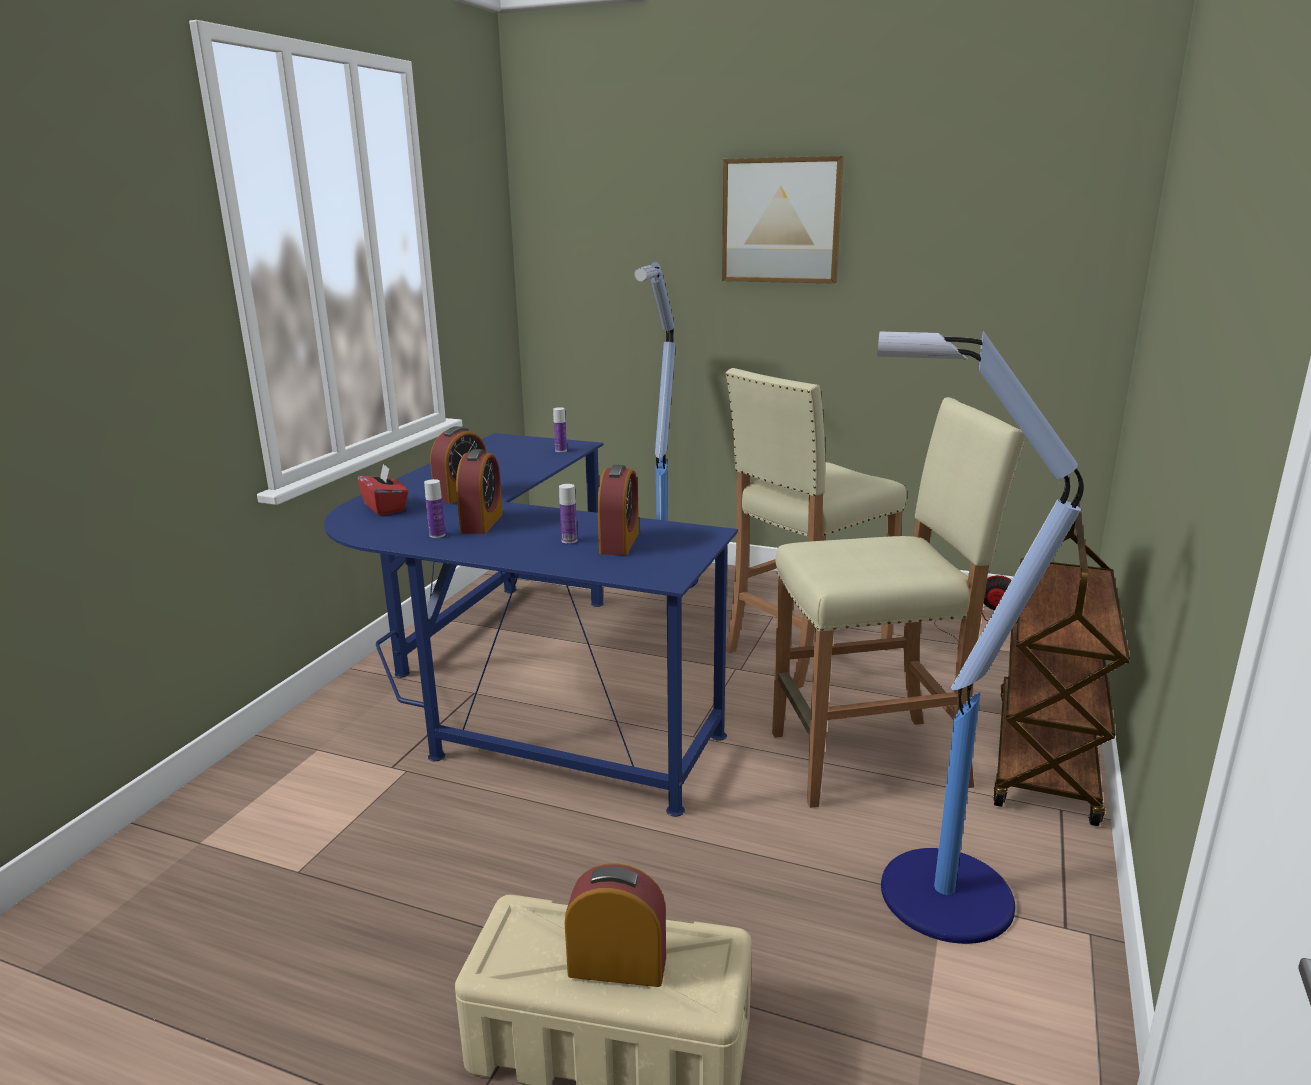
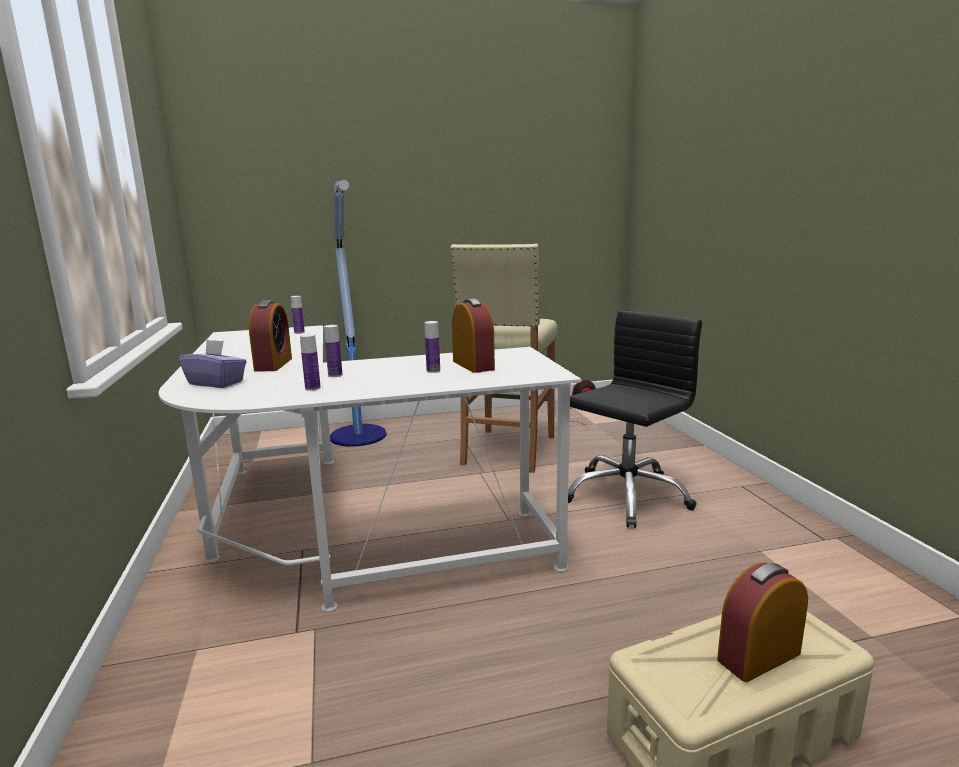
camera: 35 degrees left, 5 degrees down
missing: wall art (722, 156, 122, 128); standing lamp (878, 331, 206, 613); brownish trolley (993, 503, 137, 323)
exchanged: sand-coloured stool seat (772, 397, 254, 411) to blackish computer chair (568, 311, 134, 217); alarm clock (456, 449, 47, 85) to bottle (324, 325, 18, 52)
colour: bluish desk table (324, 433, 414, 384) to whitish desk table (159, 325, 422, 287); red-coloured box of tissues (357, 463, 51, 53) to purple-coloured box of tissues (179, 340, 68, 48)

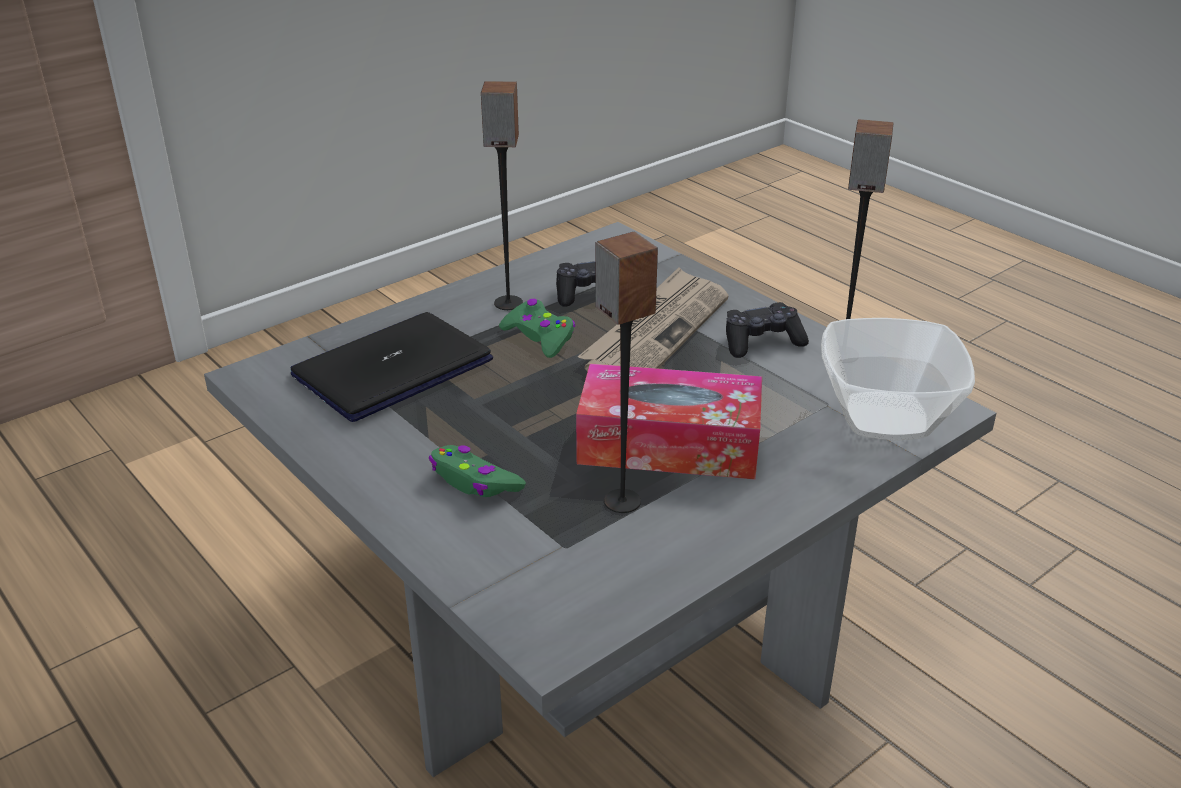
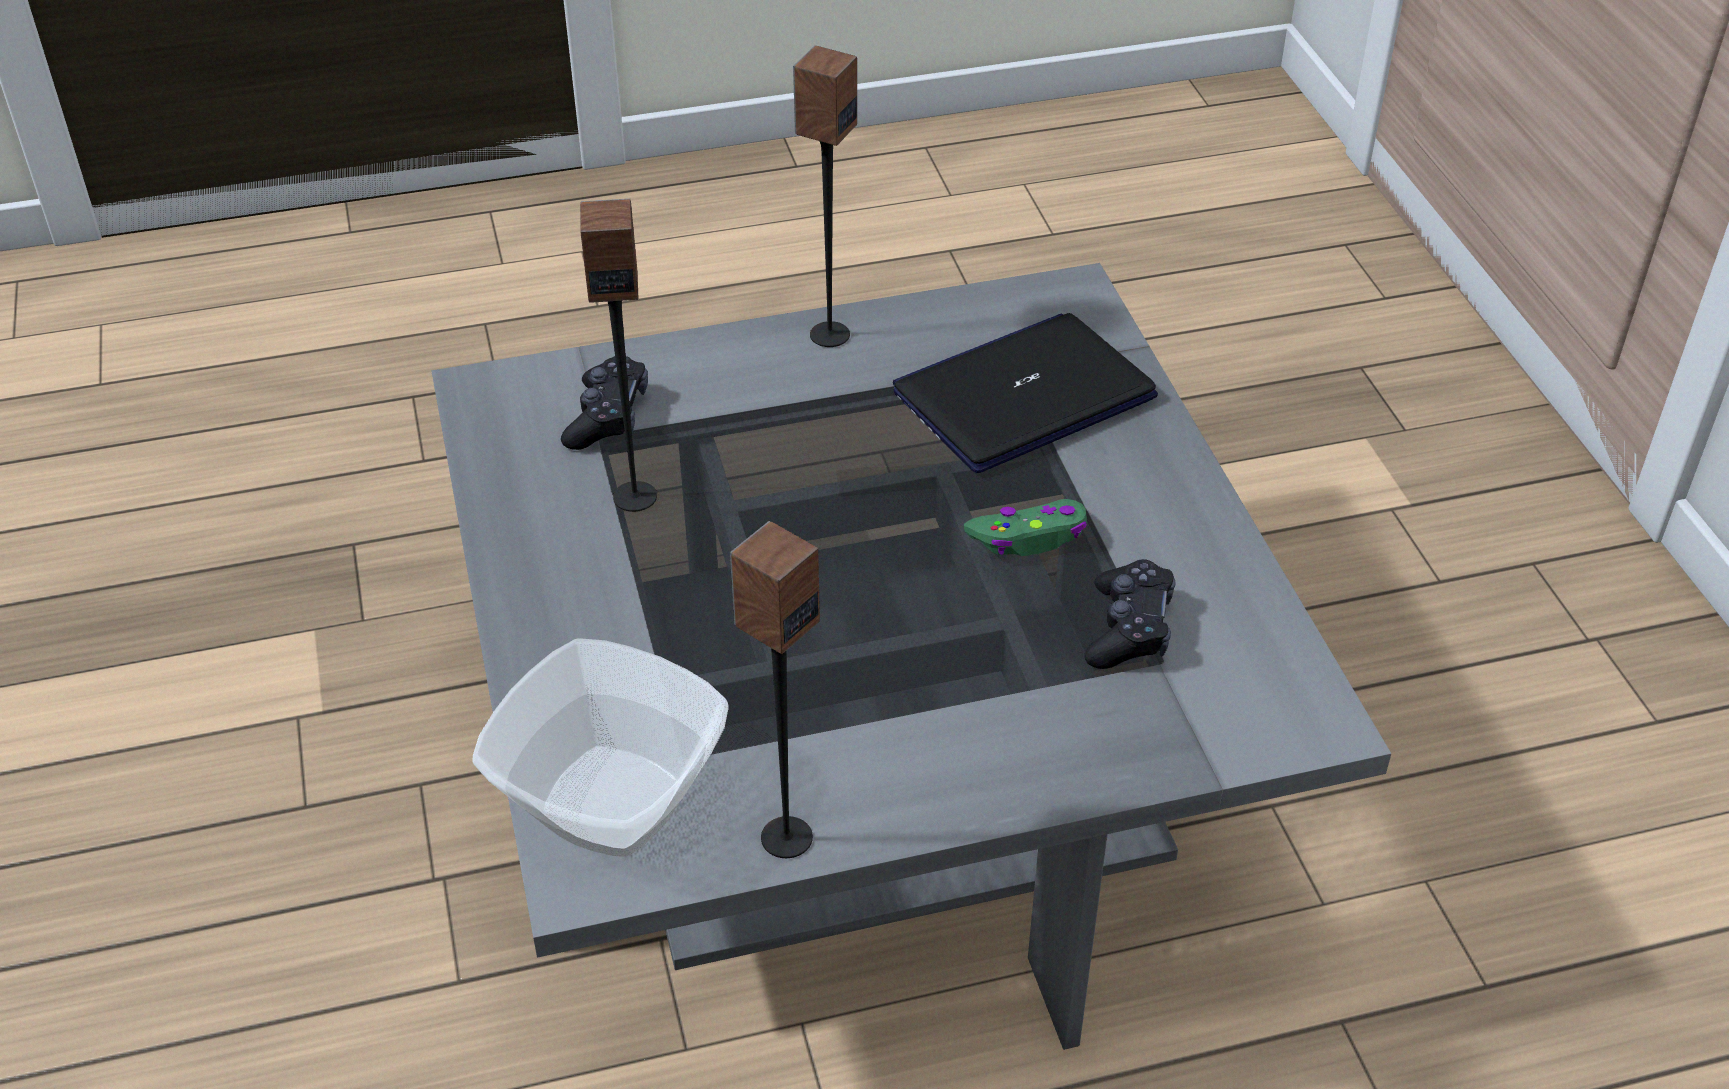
camera: 115 degrees right, 10 degrees up
missing: daily paper (578, 267, 151, 104); box of tissues (576, 363, 186, 117); greenish joypad (429, 445, 97, 52)
relocated: loudspeaker (481, 81, 42, 229) to (793, 46, 64, 301); blackish joypad (726, 302, 83, 56) to (561, 356, 87, 94)
spun: notebook computer (291, 312, 202, 110) = (893, 313, 265, 160) 105 degrees counterclockwise

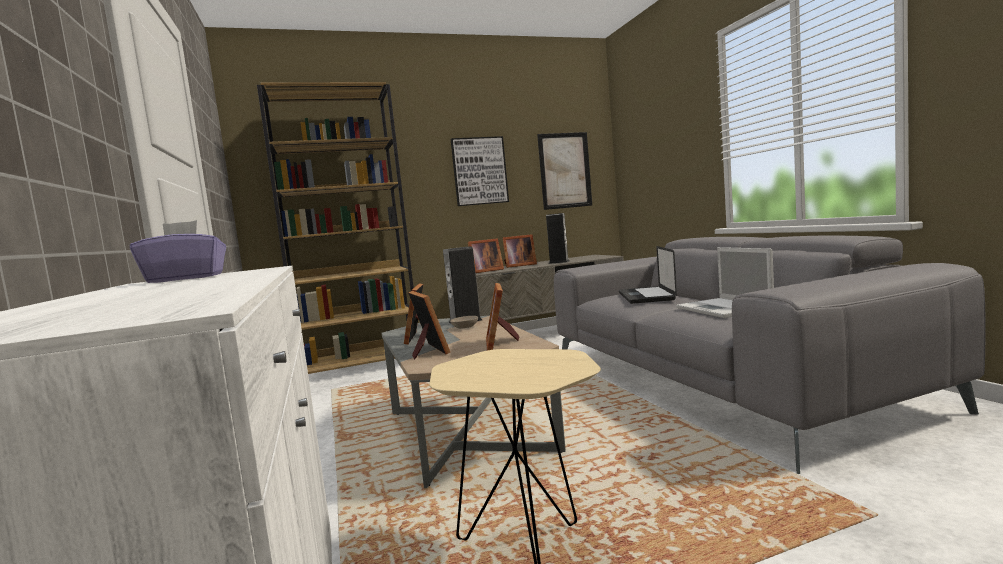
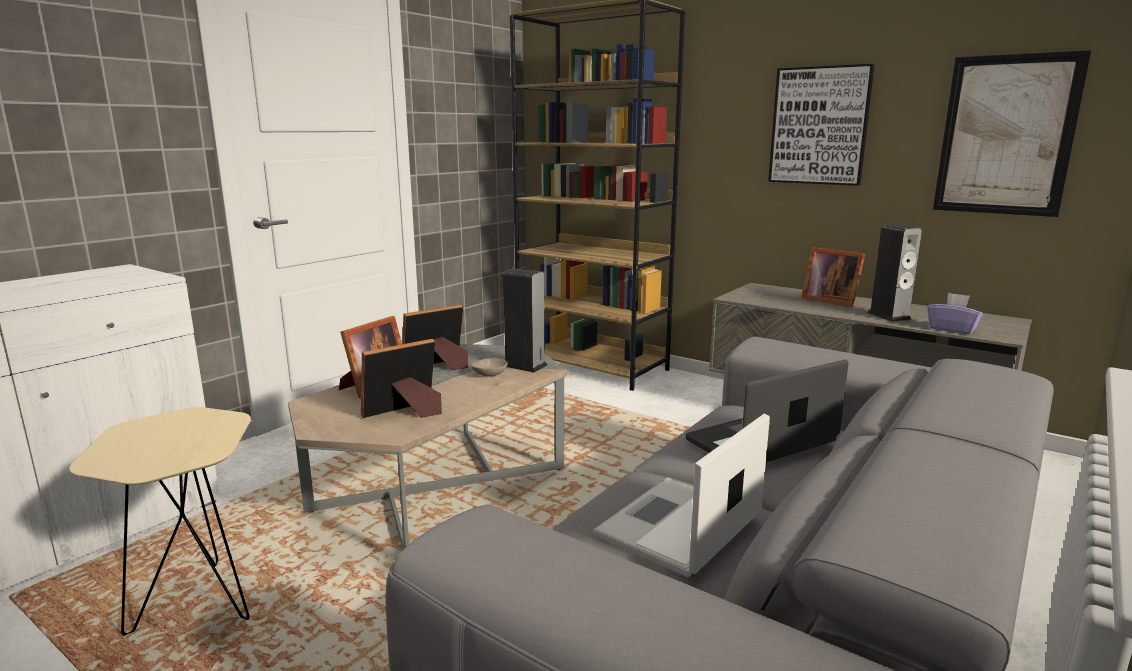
camera: 55 degrees right, 10 degrees up
missing: photo frame (468, 238, 36, 35)
relocated: purple-coloured box of tissues (130, 220, 97, 63) to (927, 293, 56, 42)

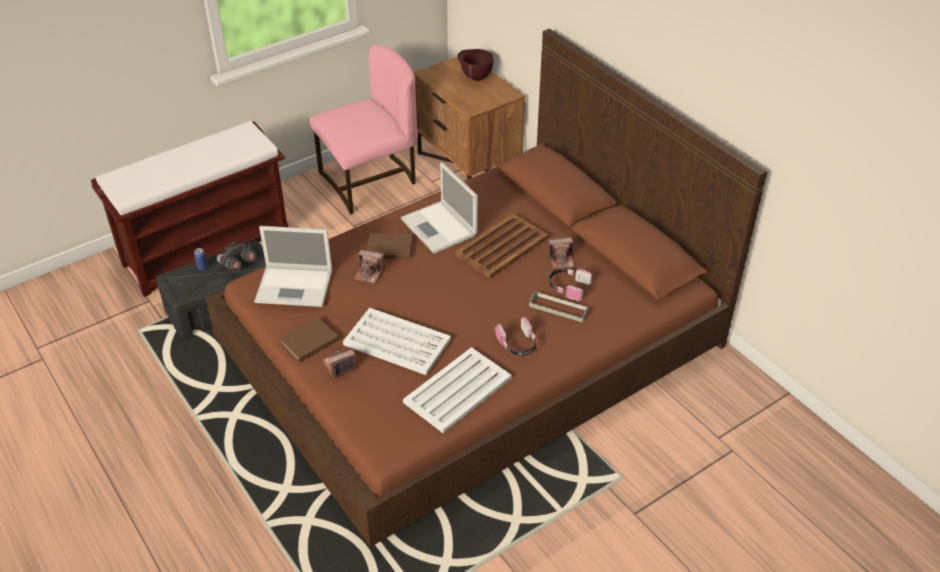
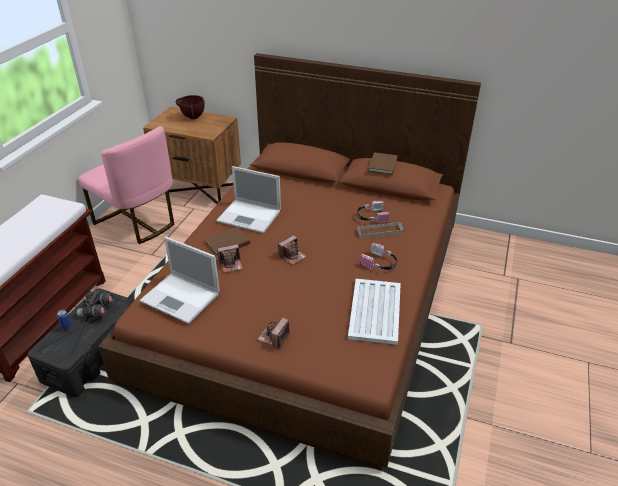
camera: 35 degrees left, 5 degrees down
missing: brownish tray (455, 213, 94, 65); whitish tray (343, 308, 108, 67)
relocated: photo camera (547, 236, 28, 33) to (278, 235, 29, 30); brownish book (279, 317, 60, 45) to (369, 152, 29, 23)
spun: pink-coloured upright chair (310, 45, 108, 169) = (78, 126, 96, 118) 105 degrees clockwise; notebook computer (254, 226, 78, 81) = (140, 237, 80, 87) 60 degrees clockwise

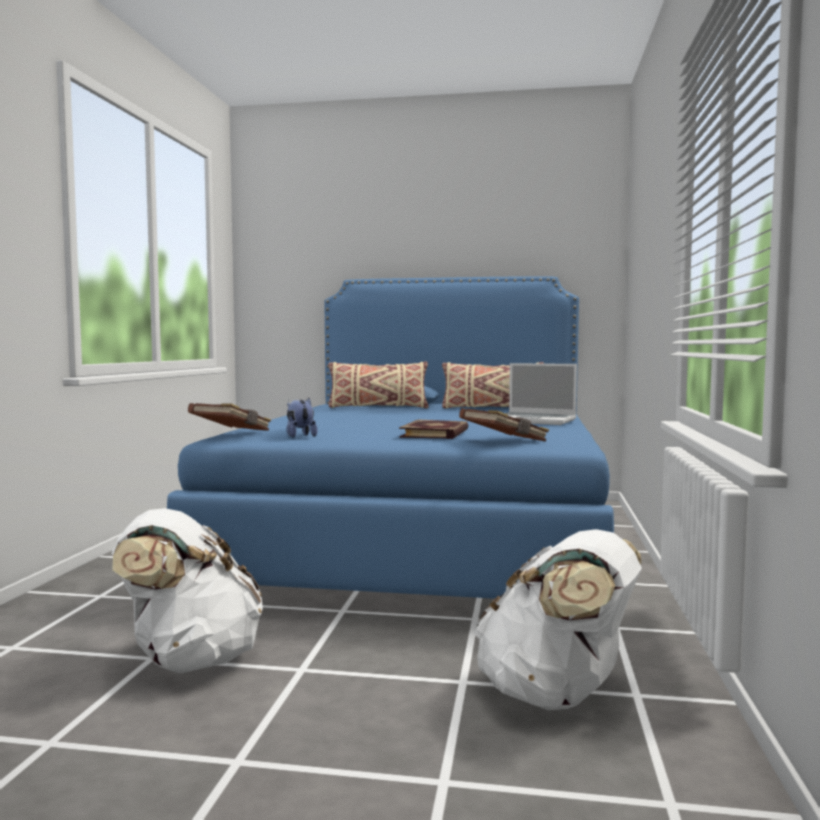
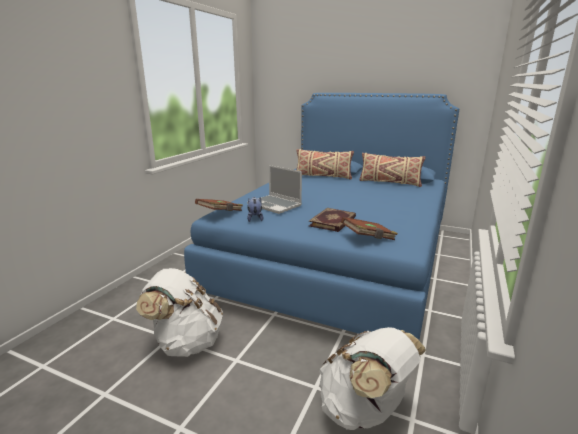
camera: 15 degrees right, 15 degrees up
relocated: notebook computer (505, 363, 72, 62) to (247, 165, 55, 49)

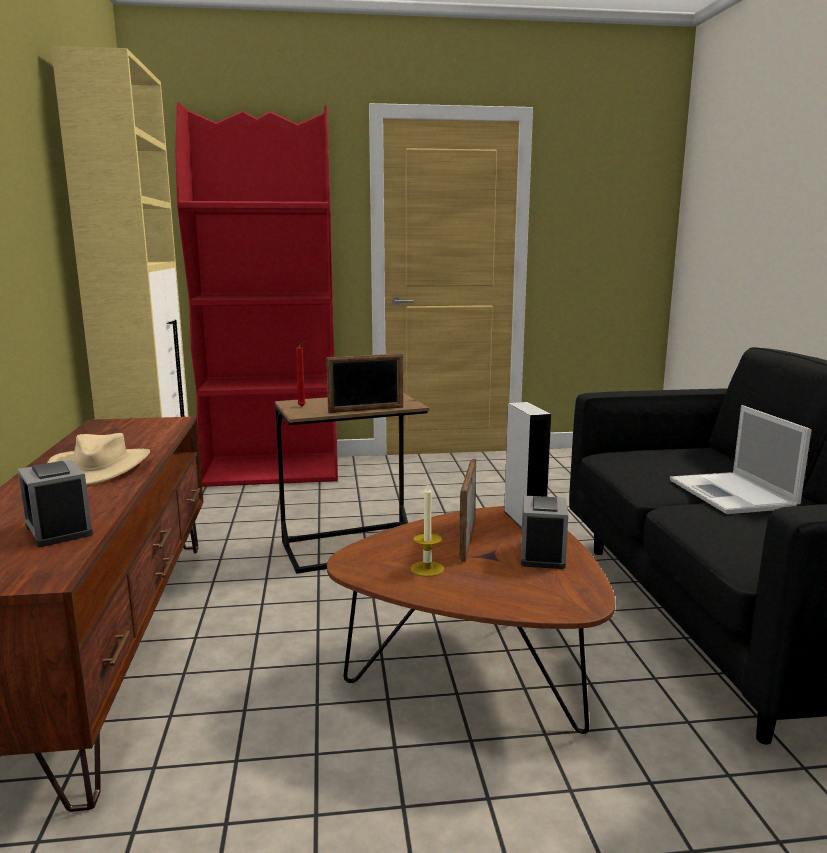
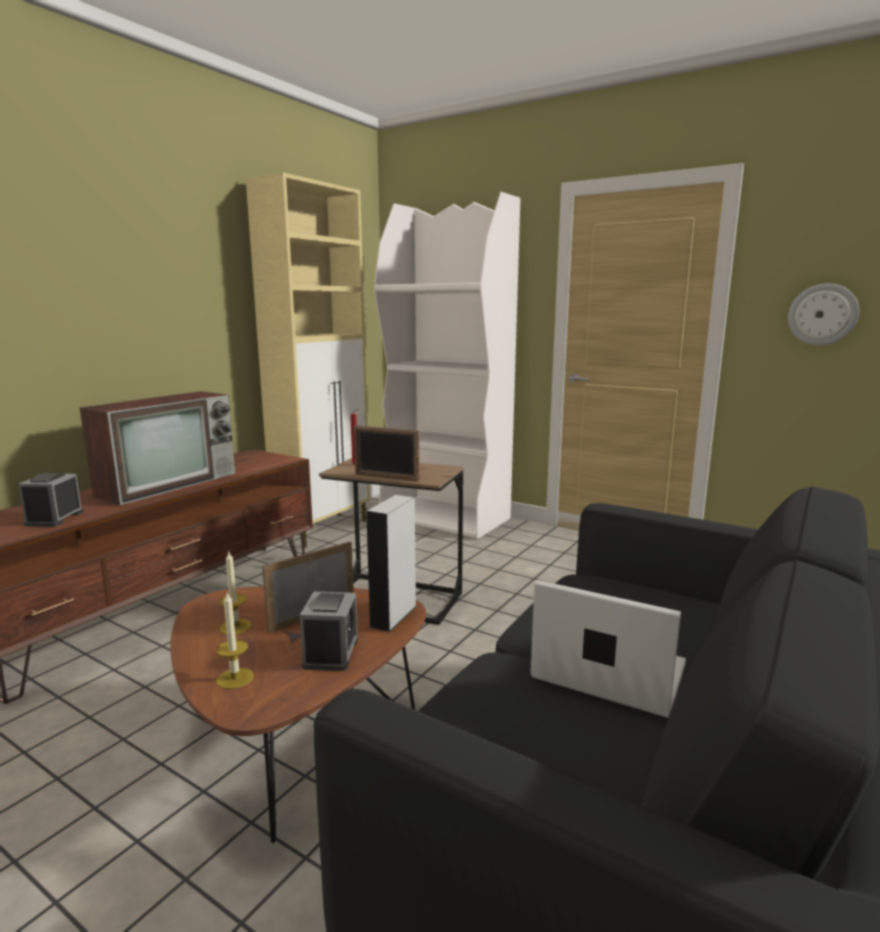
camera: 40 degrees right, 0 degrees up
appeared: clock on the wall (788, 283, 71, 63); wax candle (216, 593, 37, 96)
exchanged: sand-coloured hat (47, 433, 103, 52) to TV (80, 391, 155, 114)
colour: red-coloured bookcase (175, 102, 163, 385) to whitish bookcase (374, 192, 146, 347)
spun: notebook computer (670, 405, 141, 109) = (531, 580, 155, 138) 90 degrees clockwise; alarm clock (521, 495, 47, 74) = (300, 591, 58, 80) 135 degrees clockwise

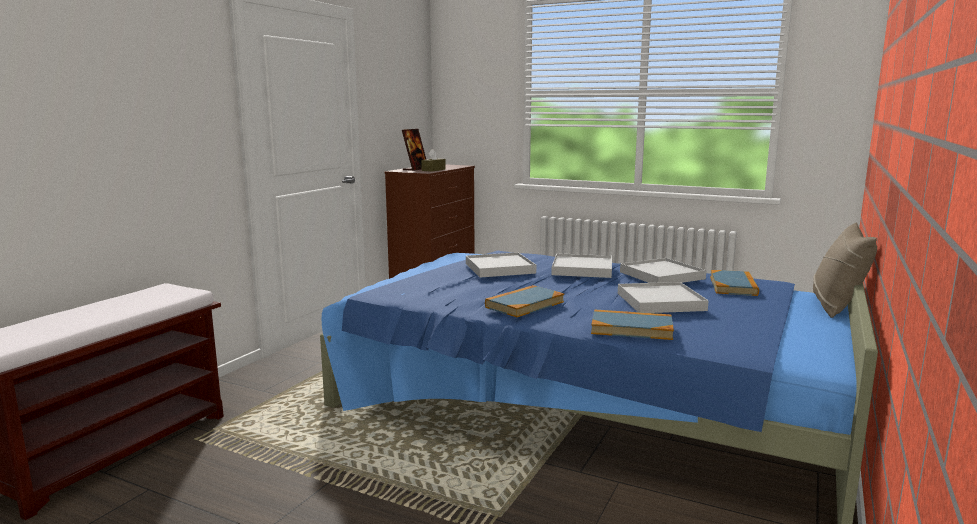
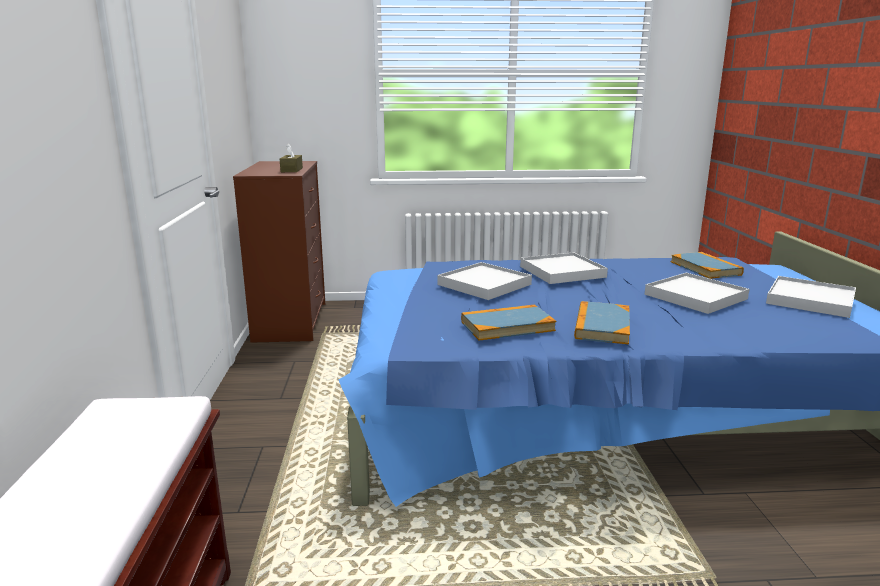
camera: 30 degrees left, 5 degrees up
missing: photo frame (402, 129, 24, 42); sand-coloured cushion (813, 223, 64, 95)
relocated: whitish tray (620, 258, 86, 25) to (766, 276, 90, 42); book (591, 309, 83, 31) to (461, 305, 95, 36)

